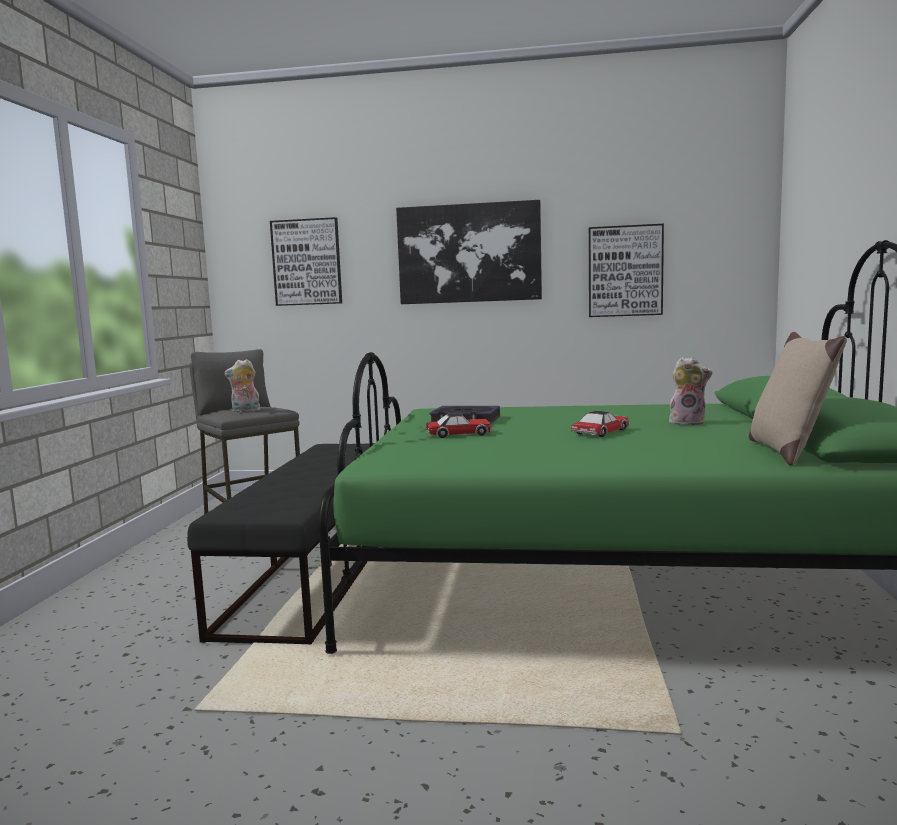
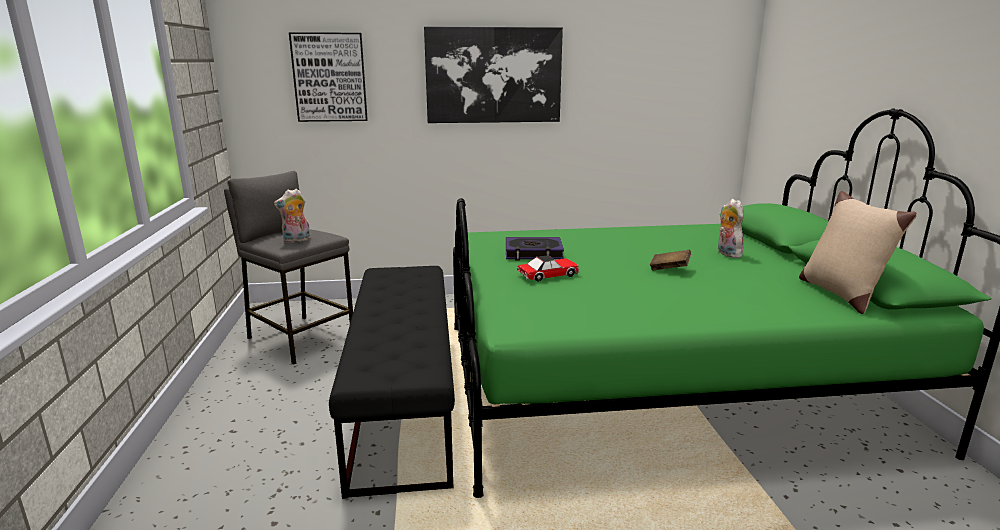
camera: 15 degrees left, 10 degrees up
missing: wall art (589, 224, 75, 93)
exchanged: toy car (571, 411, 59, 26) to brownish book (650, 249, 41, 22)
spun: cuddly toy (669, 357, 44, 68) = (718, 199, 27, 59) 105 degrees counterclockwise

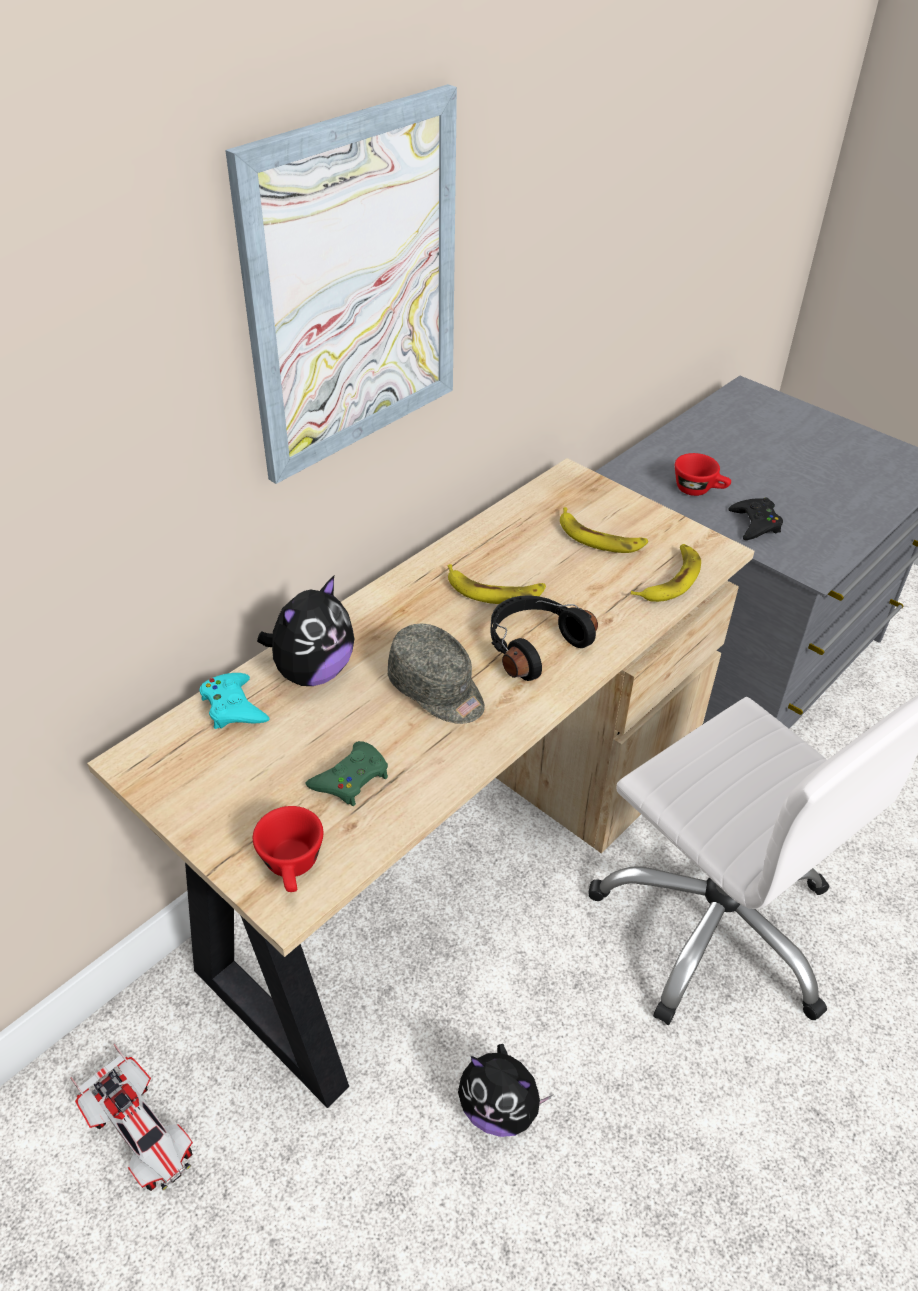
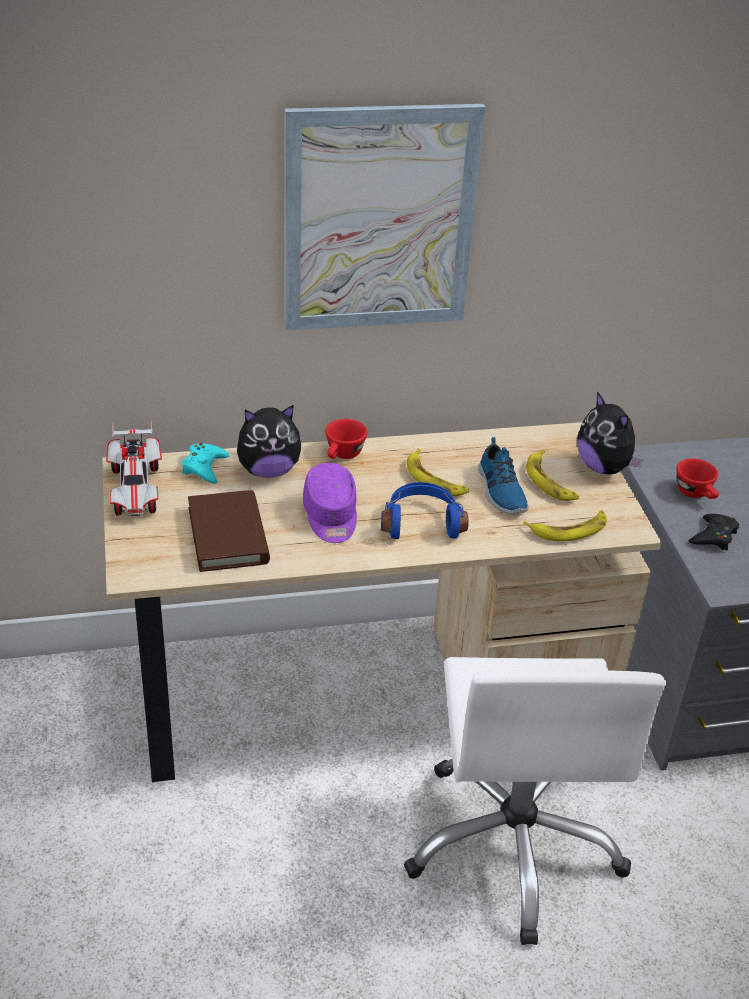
camera: 35 degrees right, 5 degrees down
appeared: low shoe (478, 437, 51, 77)
relocated: red-coloured small cup (253, 806, 70, 86) to (325, 419, 42, 40); toy car (71, 1044, 122, 147) to (106, 421, 56, 96); cuddly toy (458, 1044, 94, 93) to (577, 391, 67, 84)
exchanged: greenish joypad (305, 741, 83, 65) to brownish book (188, 490, 82, 82)
colour: blackish pair of headphones (490, 595, 108, 86) to bluish pair of headphones (381, 482, 88, 57); gray peaked cap (388, 624, 97, 100) to purple-coloured peaked cap (303, 463, 54, 80)

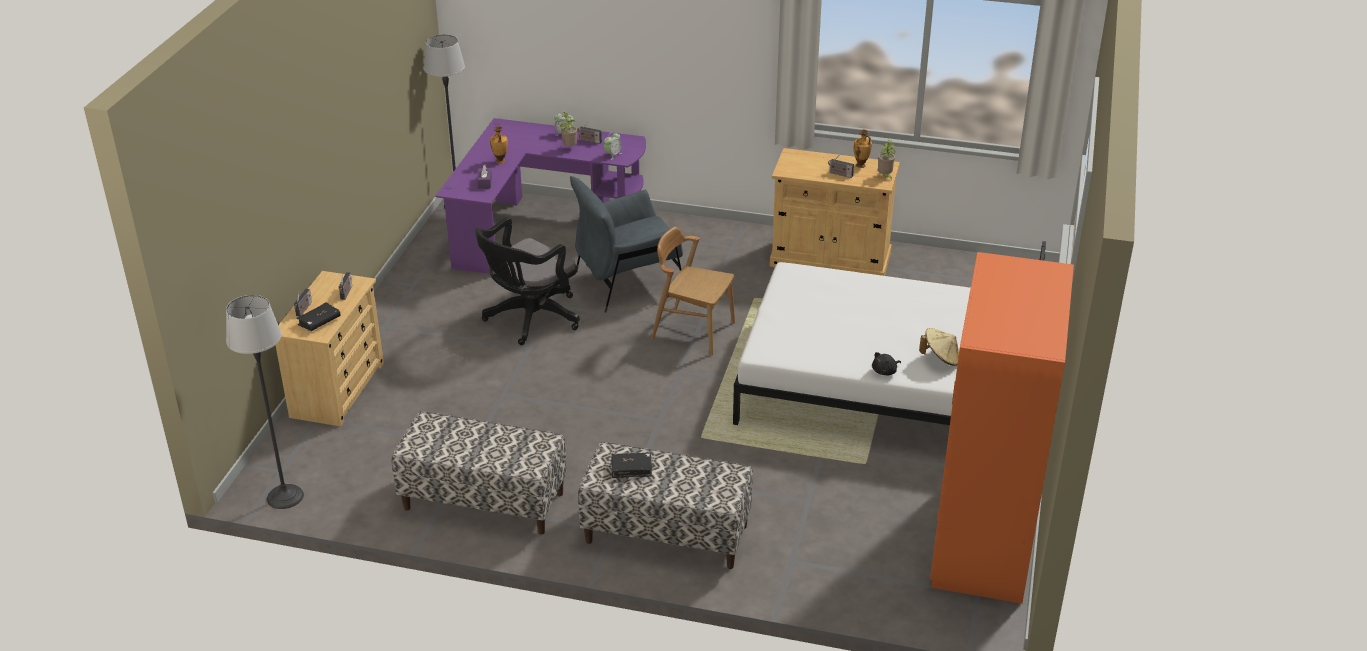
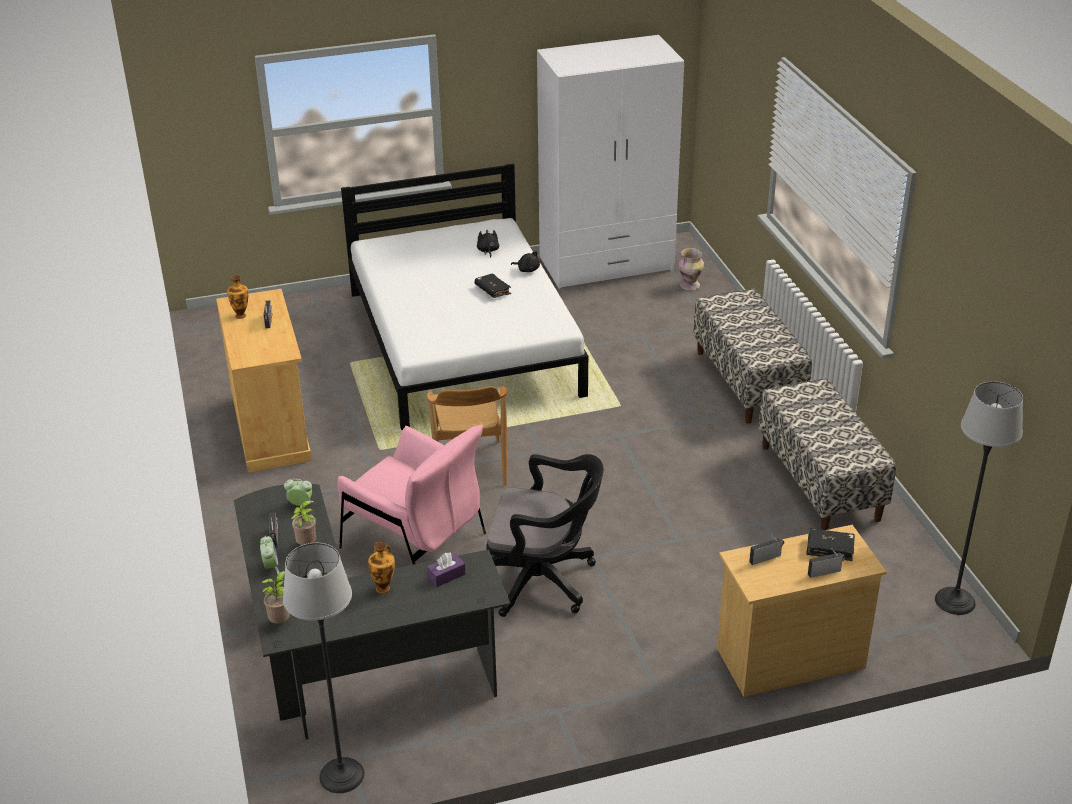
camera: 120 degrees left, 0 degrees up
appeared: flower vase (678, 248, 26, 42)
relocated: houseplant (878, 140, 17, 40) to (262, 571, 28, 52); blackish book (611, 452, 41, 26) to (475, 273, 36, 25)
exchanged: sand-coloured hat (919, 328, 40, 38) to blackish cuddly toy (477, 230, 22, 28)
colour: purple-coloured desk table (436, 118, 210, 156) to blackish desk table (234, 484, 276, 256); gray easy chair (570, 176, 113, 137) to pink-coloured easy chair (337, 425, 149, 140); orange wardrobe (930, 252, 144, 352) to whitish wardrobe (537, 35, 147, 254)

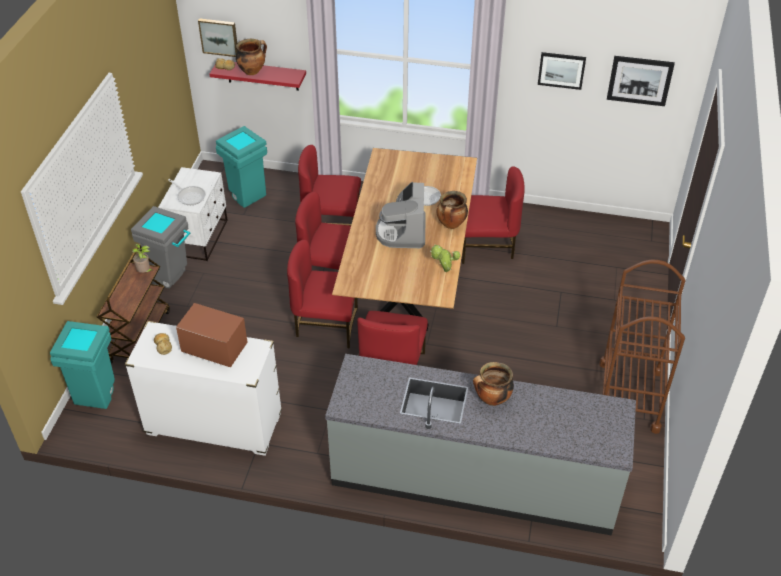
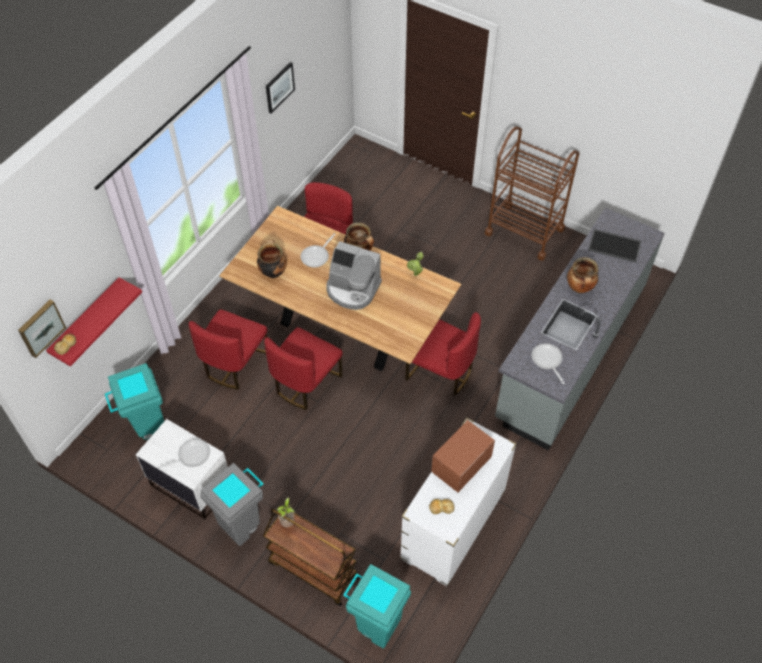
camera: 70 degrees left, 10 degrees up
missing: wall art (607, 56, 68, 50); red-coloured upright chair (287, 240, 71, 108)
appeared: tray (588, 229, 53, 34); frying pan (531, 343, 34, 41)
relocated: stockpot (236, 39, 31, 36) to (257, 239, 30, 39)

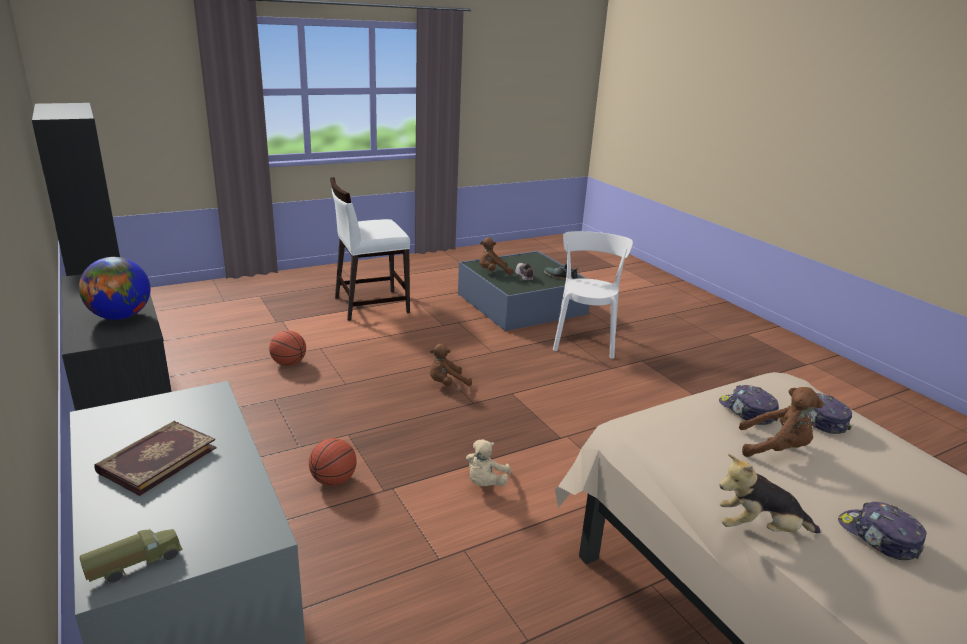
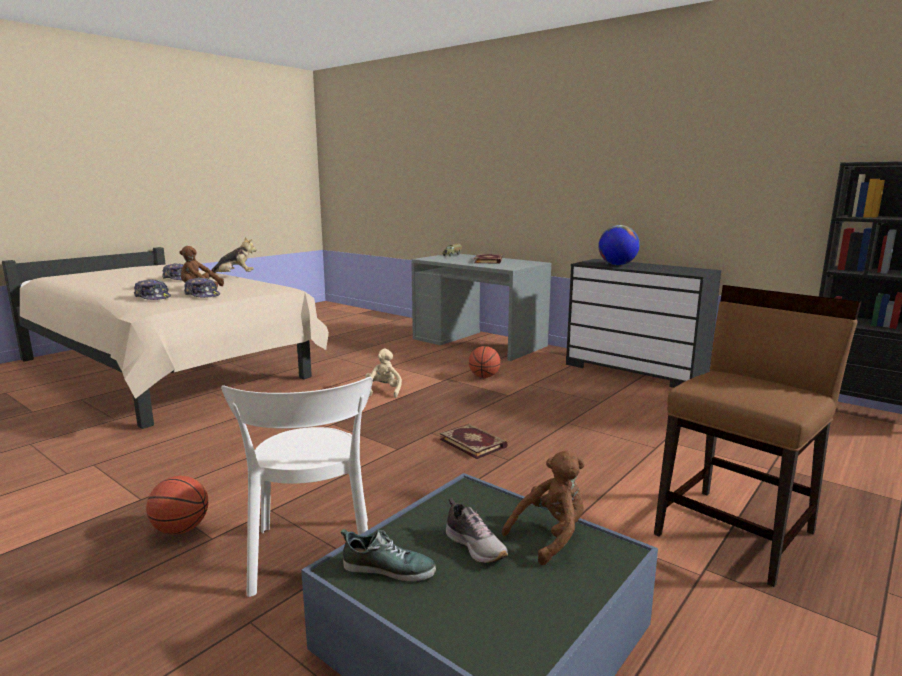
camera: 160 degrees right, 10 degrees down
relocated: basketball ball (269, 331, 37, 35) to (146, 476, 62, 59)
exchanged: brownish cuddly toy (430, 344, 42, 42) to book (440, 424, 68, 35)
colour: whitish upright chair (330, 177, 80, 144) to brownish upright chair (654, 285, 207, 302)

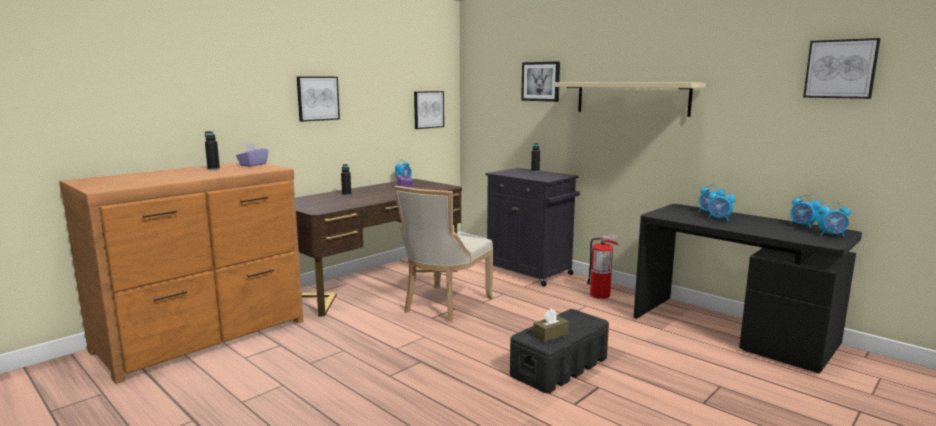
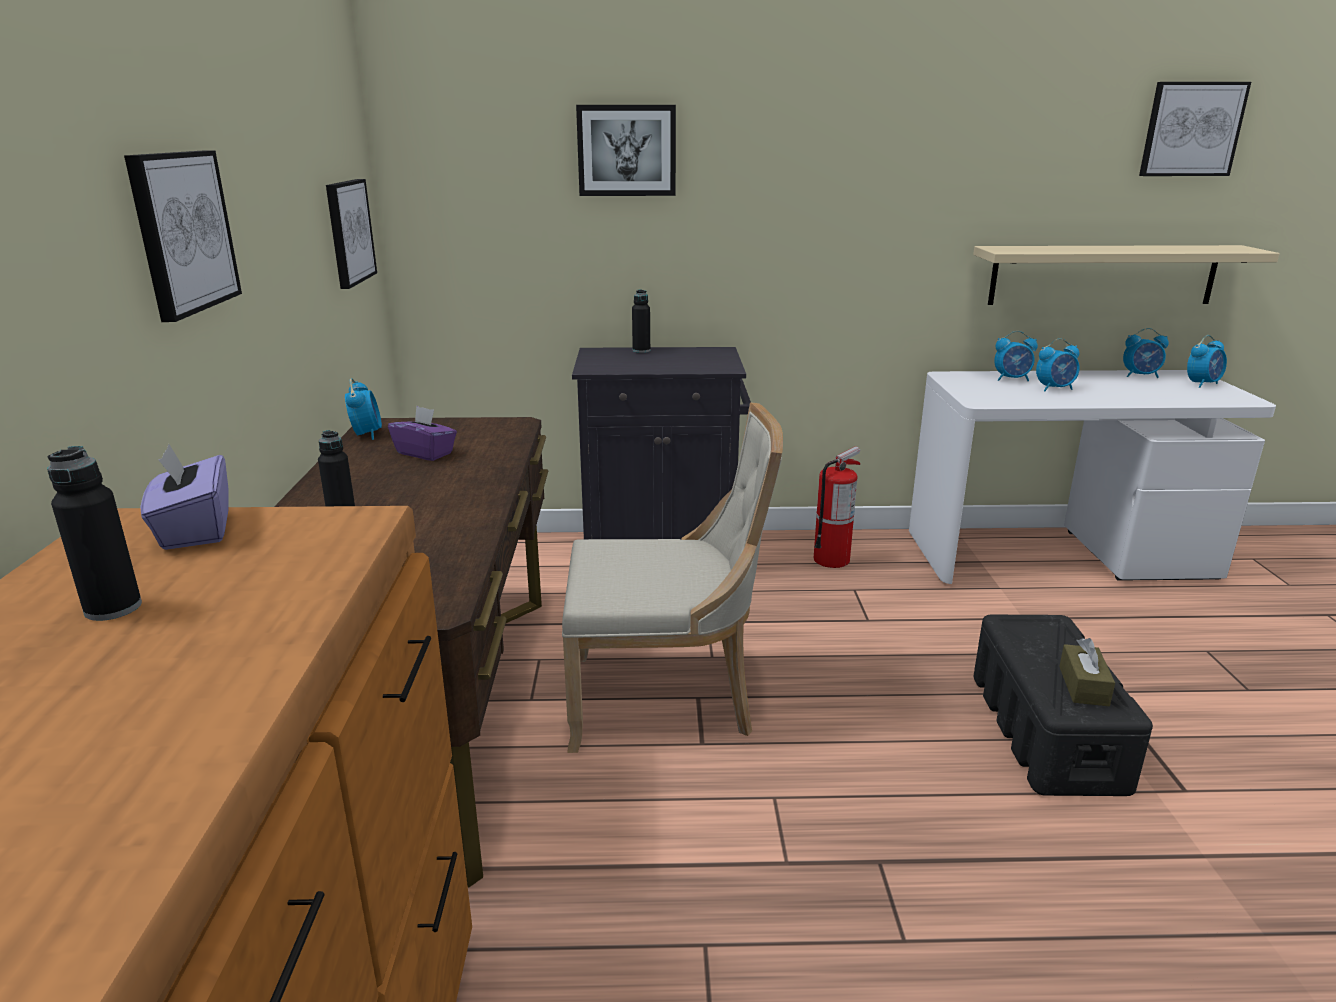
camera: 45 degrees left, 10 degrees up
relocated: sand-coloured bracket shelf (554, 82, 152, 35) to (973, 245, 306, 60)
colour: blackish desk table (634, 204, 228, 170) to whitish desk table (909, 370, 367, 214)
spun: sand-coloured upright chair (394, 186, 100, 136) = (562, 402, 221, 351) 75 degrees counterclockwise

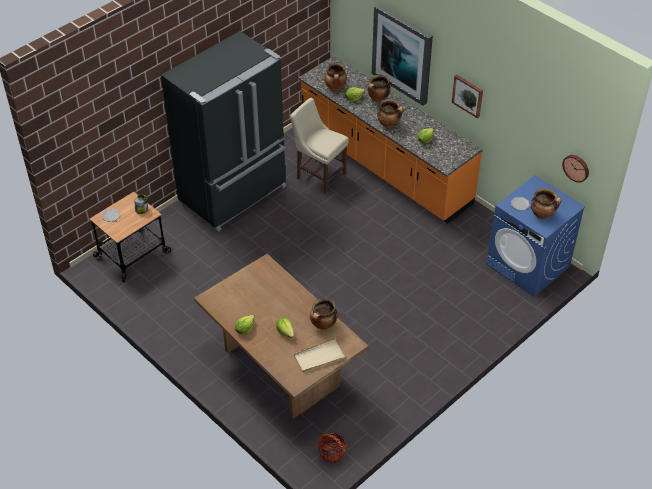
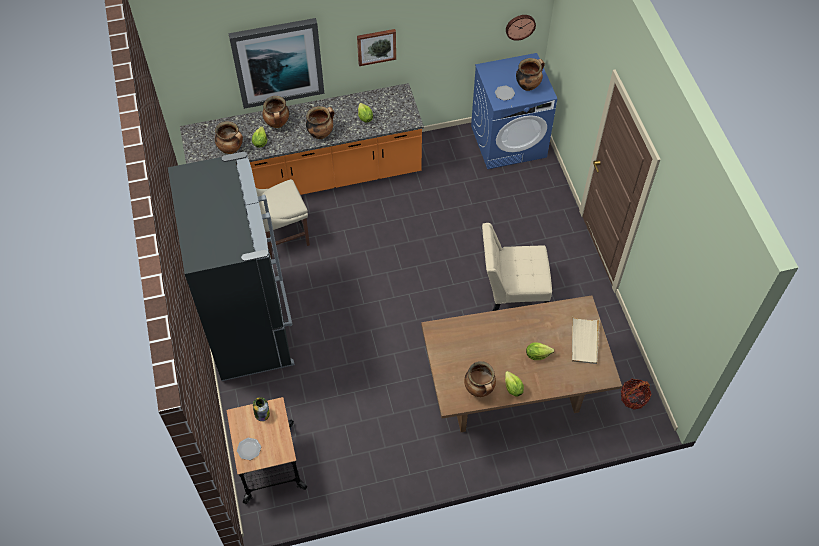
camera: 60 degrees left, 10 degrees up
appeared: sand-coloured upright chair (482, 223, 70, 88)
relocated: stockpot (310, 298, 27, 32) to (464, 361, 32, 36)

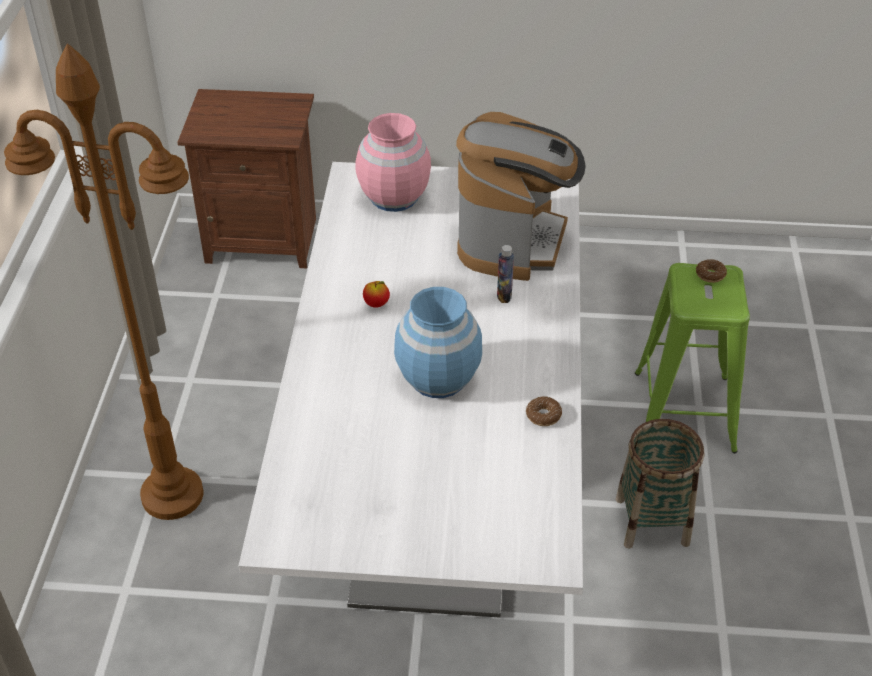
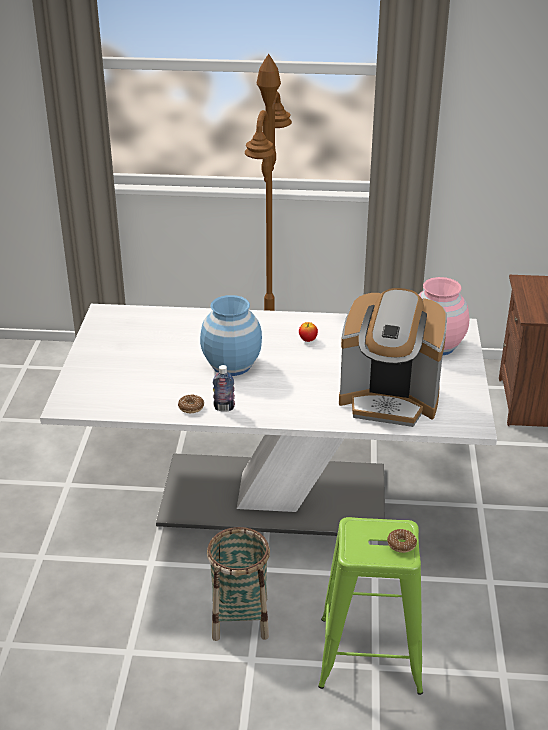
camera: 90 degrees right, 10 degrees down
relocated: bottle (497, 245, 17, 58) to (213, 365, 22, 47)

